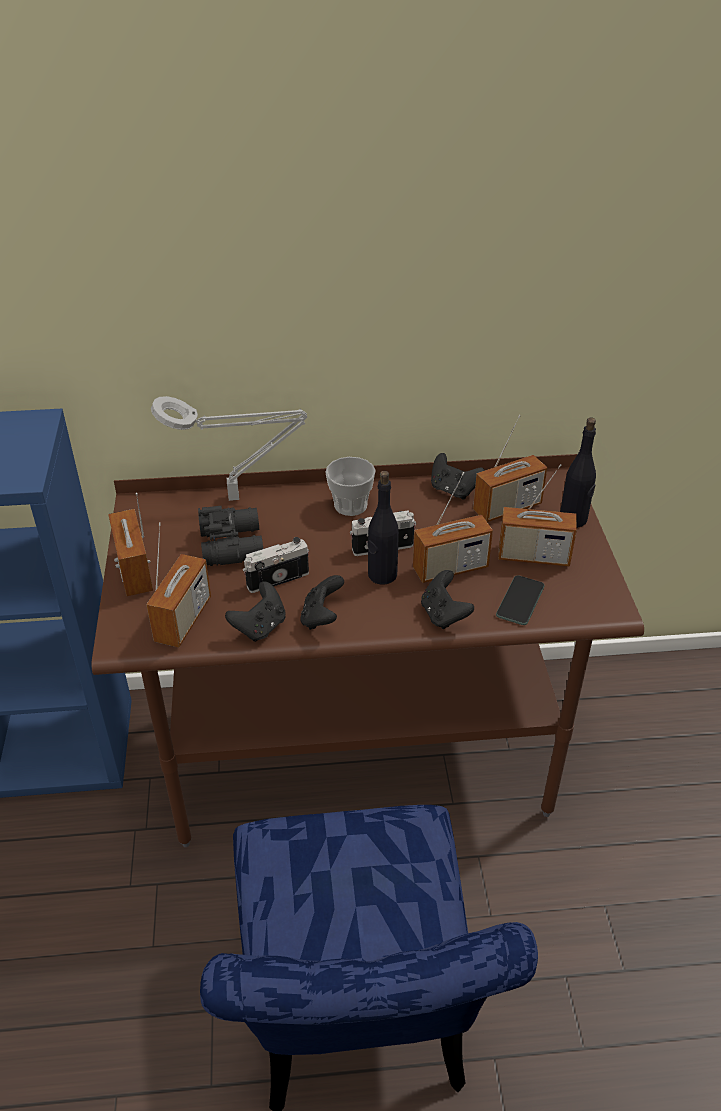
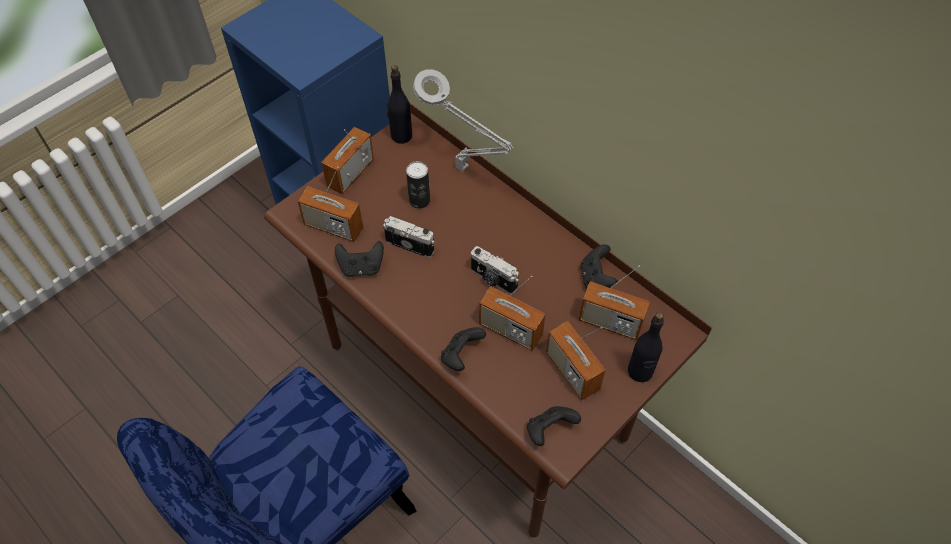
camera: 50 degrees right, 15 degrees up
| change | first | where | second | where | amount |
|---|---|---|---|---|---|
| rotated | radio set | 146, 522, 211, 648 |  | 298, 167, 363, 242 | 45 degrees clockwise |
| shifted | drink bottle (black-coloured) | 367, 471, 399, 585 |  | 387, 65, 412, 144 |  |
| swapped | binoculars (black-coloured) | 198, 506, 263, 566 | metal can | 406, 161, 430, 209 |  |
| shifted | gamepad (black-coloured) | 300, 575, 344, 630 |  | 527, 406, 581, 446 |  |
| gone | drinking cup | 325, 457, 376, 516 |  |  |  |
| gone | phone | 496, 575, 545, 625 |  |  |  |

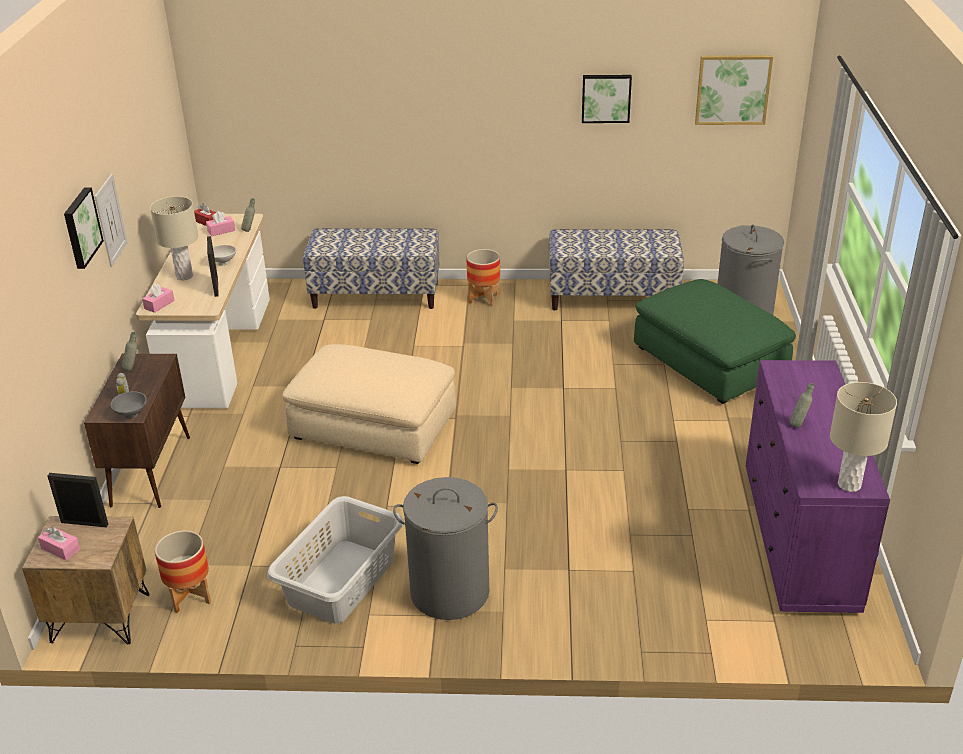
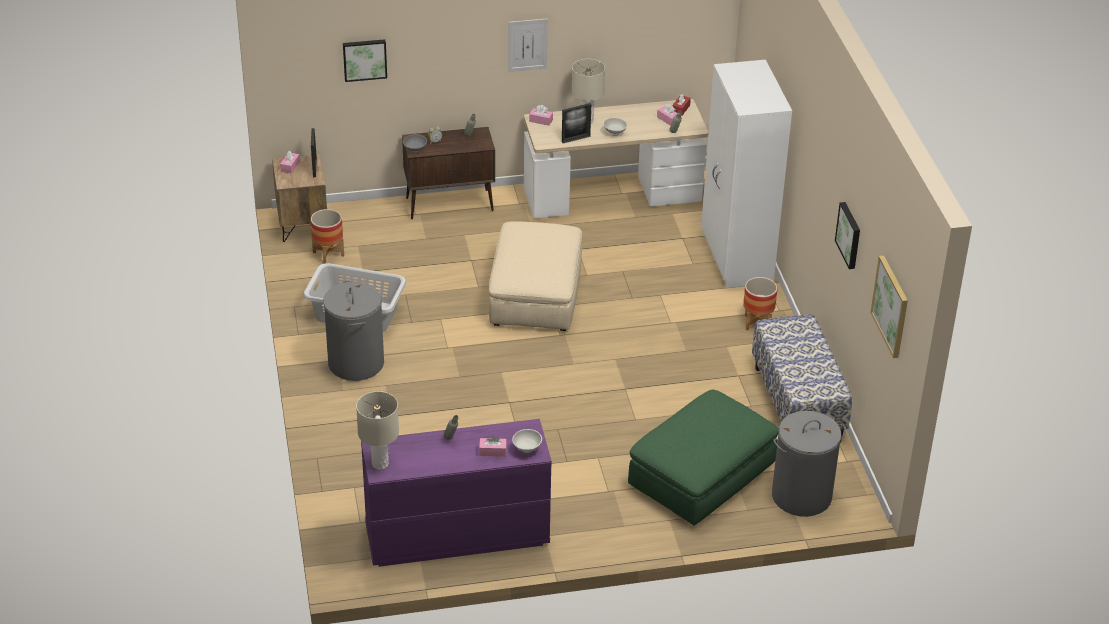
camera: 75 degrees right, 5 degrees up
| change | first | where | second | where | amount |
|---|---|---|---|---|---|
| shifted | picture | 64, 187, 104, 269 |  | 343, 39, 387, 82 |  |
| new |  |  | tissue holder (pink) | 479, 435, 507, 457 |  |
| new |  |  | deep dish (white-coloured) | 512, 429, 542, 453 |  |
| swapped | long seat | 303, 228, 440, 309 | armoire (white-coloured) | 701, 60, 792, 288 |  |

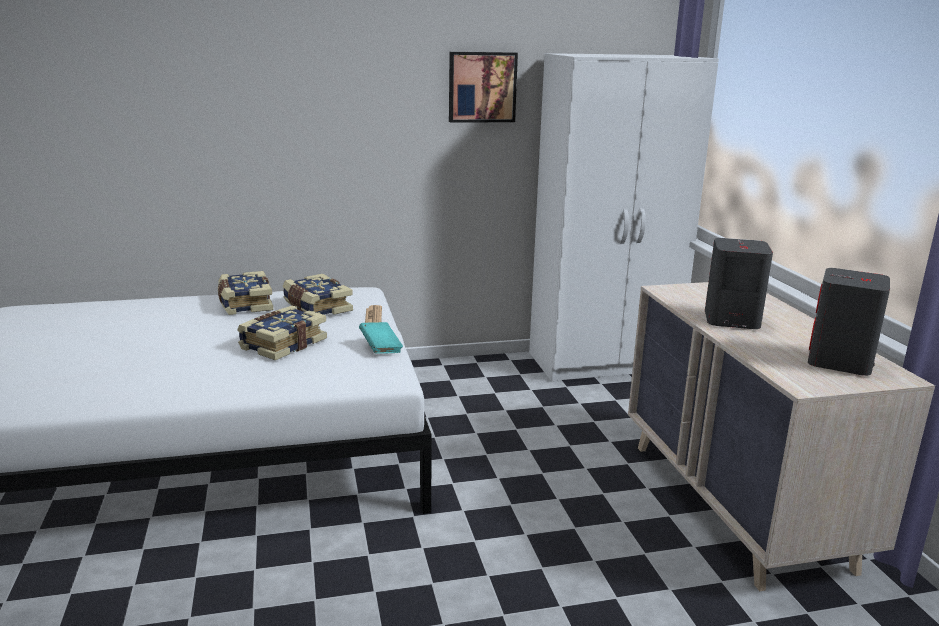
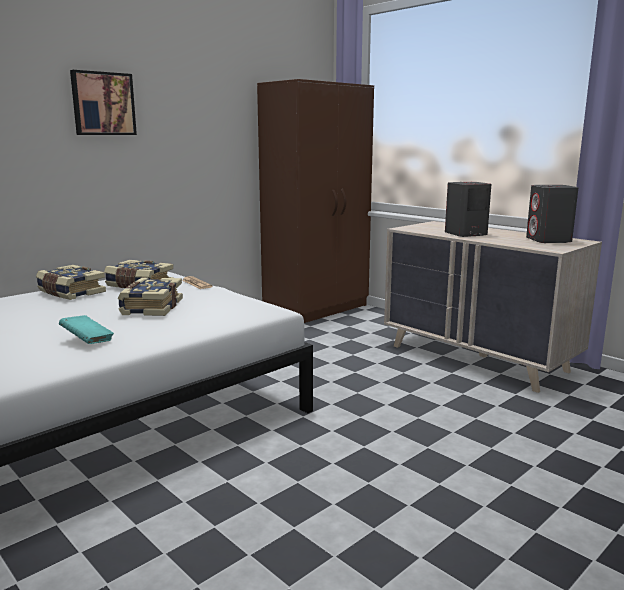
camera: 30 degrees left, 5 degrees down
| change | first | where | second | where | amount |
|---|---|---|---|---|---|
| shifted | volume (turquoise-coloured) | 359, 322, 403, 354 |  | 59, 315, 114, 344 |  |
| shifted | picture | 449, 52, 518, 123 |  | 70, 70, 137, 135 |  |
| repainted | armoire (white-coloured) | 529, 53, 719, 382 | armoire (brownish) | 257, 79, 374, 323 |  |

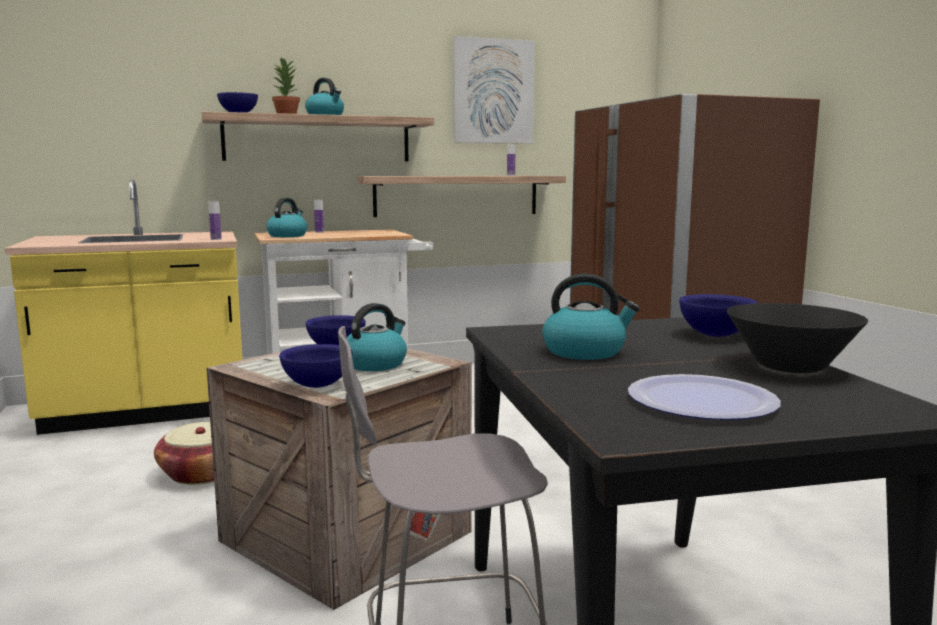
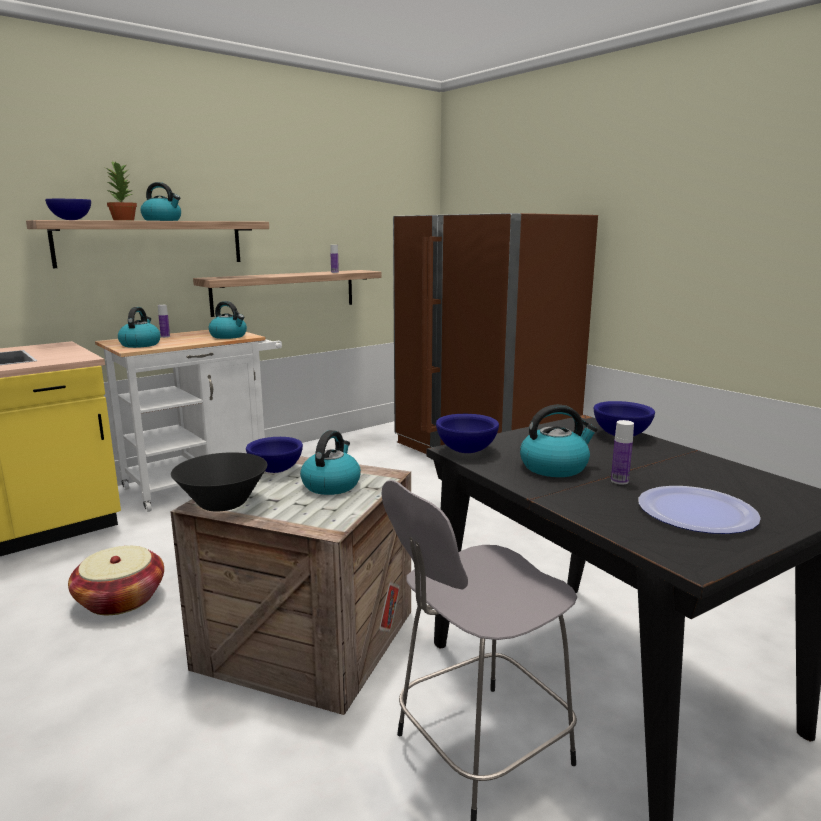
camera: 20 degrees left, 5 degrees up
| change | first | where | second | where | amount |
|---|---|---|---|---|---|
| shifted | deep dish (black-coloured) | 727, 303, 868, 373 |  | 171, 452, 267, 511 |  |
| new |  |  | tea kettle | 209, 301, 247, 339 |  |
| shifted | deep dish (blue-coloured) | 279, 344, 352, 388 |  | 436, 414, 499, 453 |  |
| shifted | drink bottle | 209, 202, 222, 240 |  | 611, 420, 634, 485 |  |
| gone | picture | 453, 36, 535, 144 |  |  |  |

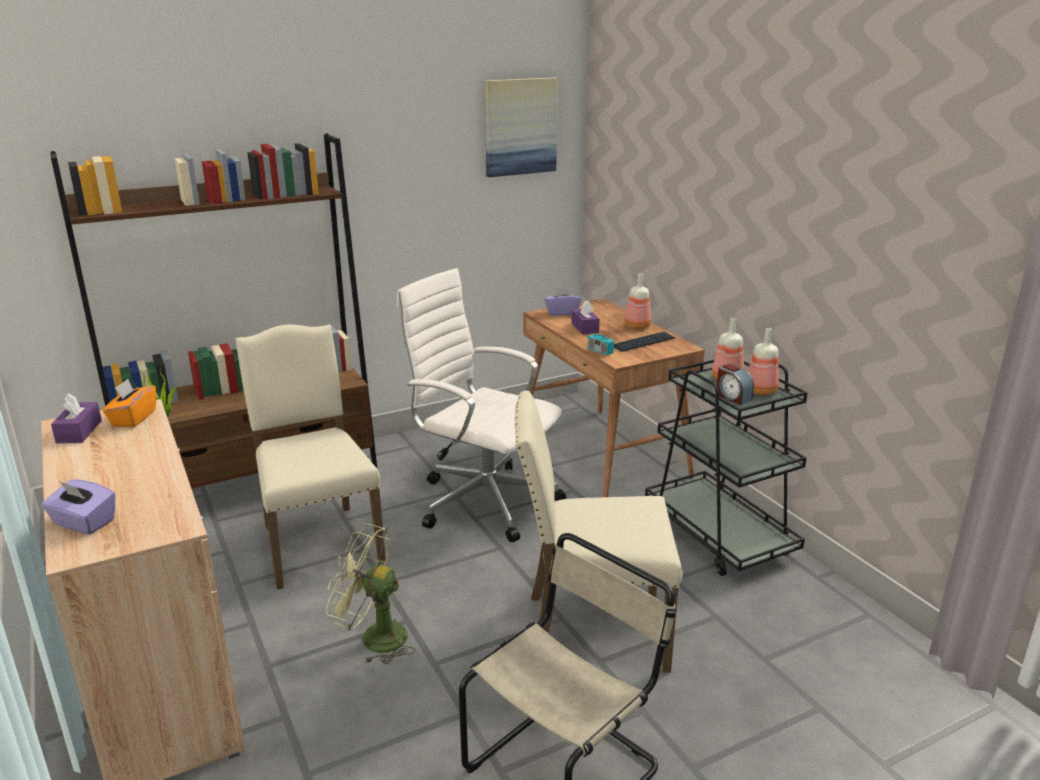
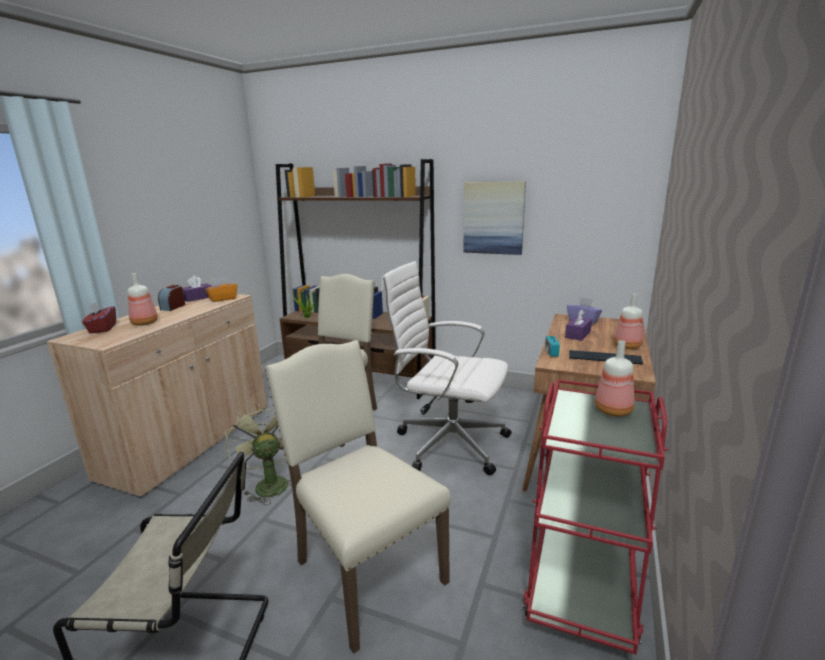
camera: 50 degrees right, 5 degrees down
| change | first | where | second | where | amount |
|---|---|---|---|---|---|
| repainted | tissue holder (purple-coloured) | 41, 479, 115, 535 | tissue holder (reddish) | 82, 302, 116, 333 |  |
| shifted | drink bottle | 748, 328, 779, 395 |  | 127, 273, 158, 326 |  |
| shifted | bedside clock | 717, 364, 754, 405 |  | 158, 285, 185, 311 |  |
| rotated | office chair (white-coloured) | 397, 268, 566, 542 |  | 381, 261, 512, 475 | 60 degrees counterclockwise |
| shifted | picture | 485, 78, 558, 177 |  | 464, 181, 526, 255 |  |
| repainted | cart (black-coloured) | 645, 360, 808, 576 | cart (reddish) | 523, 379, 668, 654 |  |

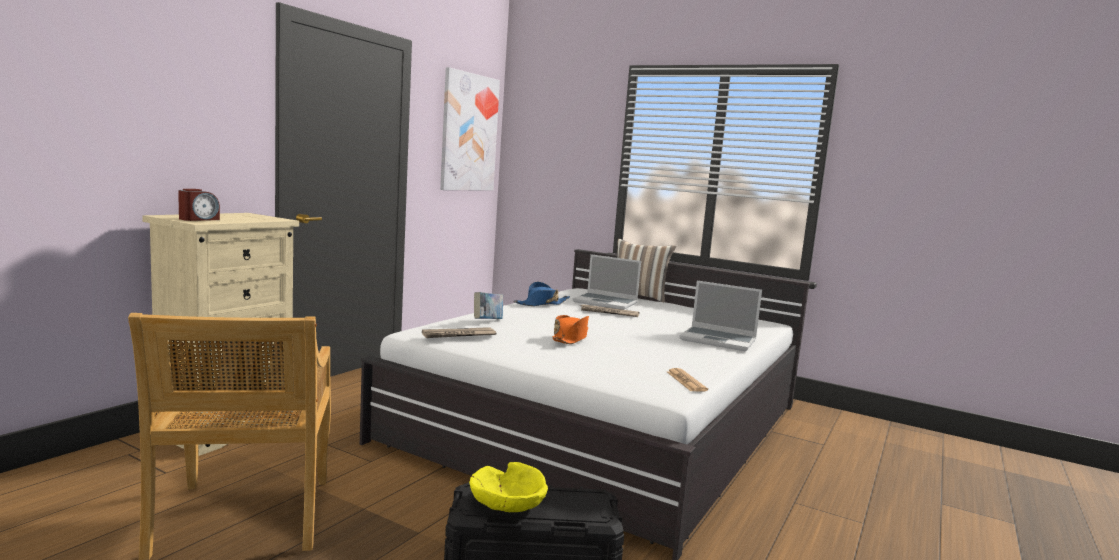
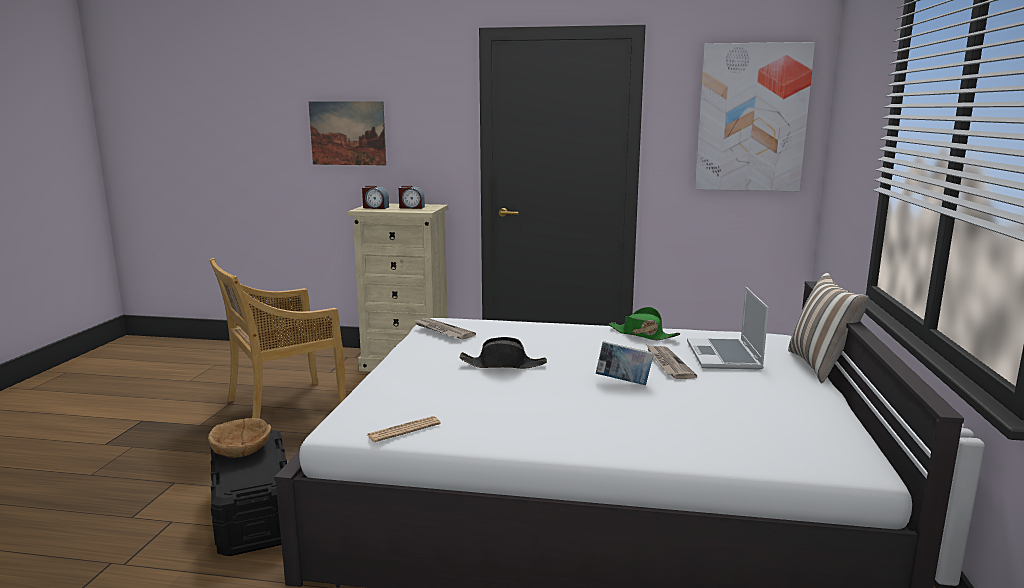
camera: 70 degrees right, 5 degrees up
| change | first | where | second | where | amount |
|---|---|---|---|---|---|
| repainted | deep dish (yellowish) | 469, 462, 548, 512 | deep dish (brownish) | 208, 418, 271, 458 |  |
| new |  |  | picture | 309, 101, 386, 165 |  |
| new |  |  | bedside clock | 399, 186, 425, 209 |  |
| repainted | hat (orangey) | 553, 315, 589, 344 | hat (black-coloured) | 460, 337, 547, 369 |  |
| shifted | volume | 474, 292, 503, 319 |  | 596, 341, 654, 385 |  |
| repainted | hat (blue-coloured) | 514, 282, 570, 306 | hat (green) | 608, 307, 680, 340 |  |
| gone | laptop | 679, 281, 762, 351 |  |  |  |

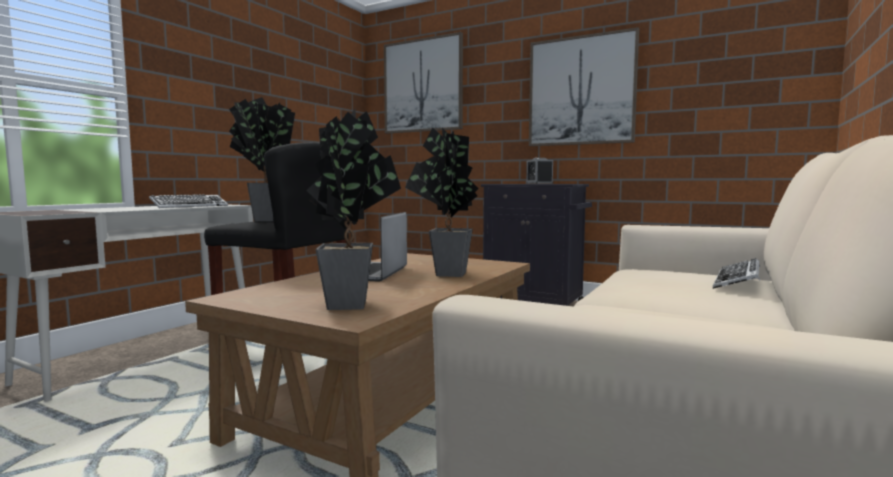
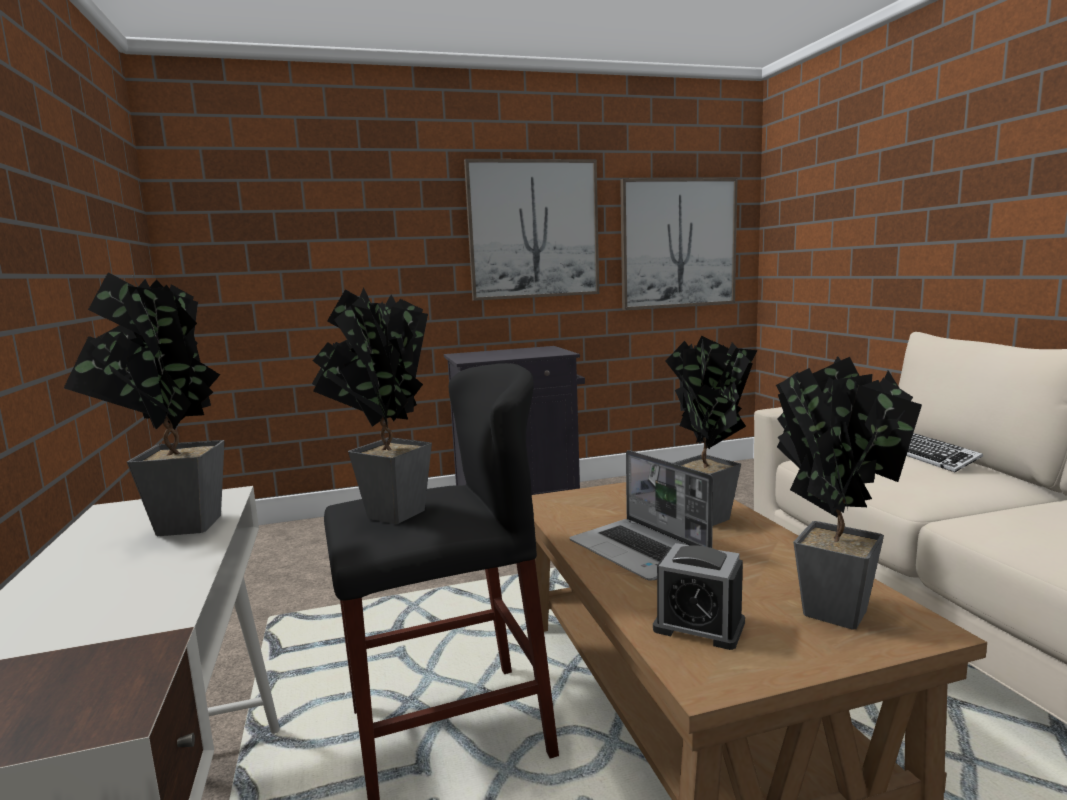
camera: 45 degrees left, 5 degrees up
| change | first | where | second | where | amount |
|---|---|---|---|---|---|
| swapped | computer keyboard | 149, 194, 228, 208 | houseplant | 64, 272, 225, 536 |  |
| shifted | picture | 384, 32, 463, 134 |  | 620, 178, 737, 310 |  |
| shifted | bedside clock | 526, 158, 553, 184 |  | 653, 543, 745, 650 |  |

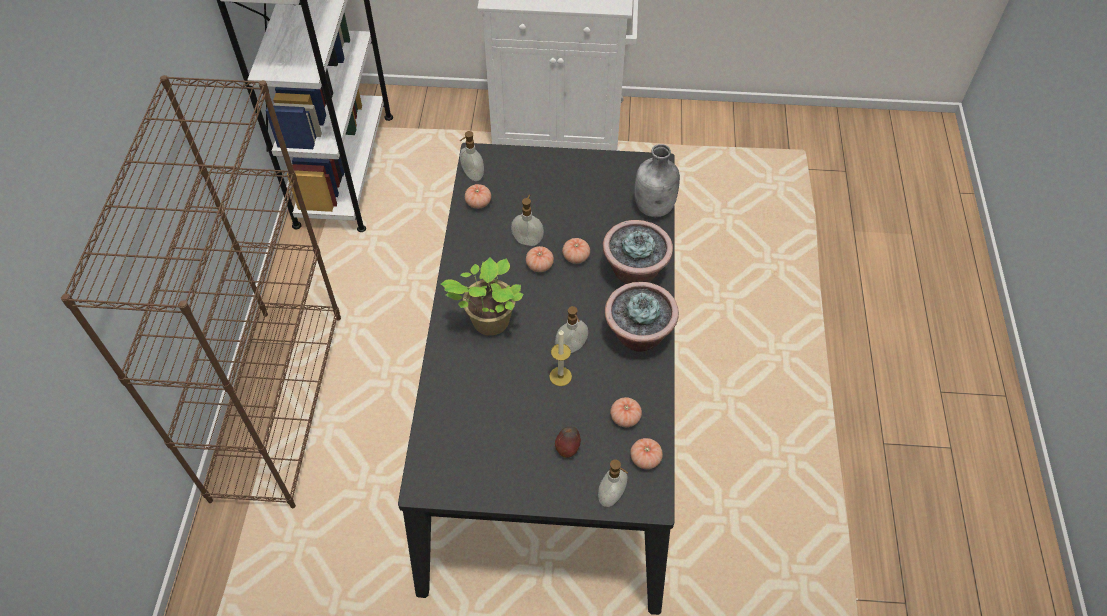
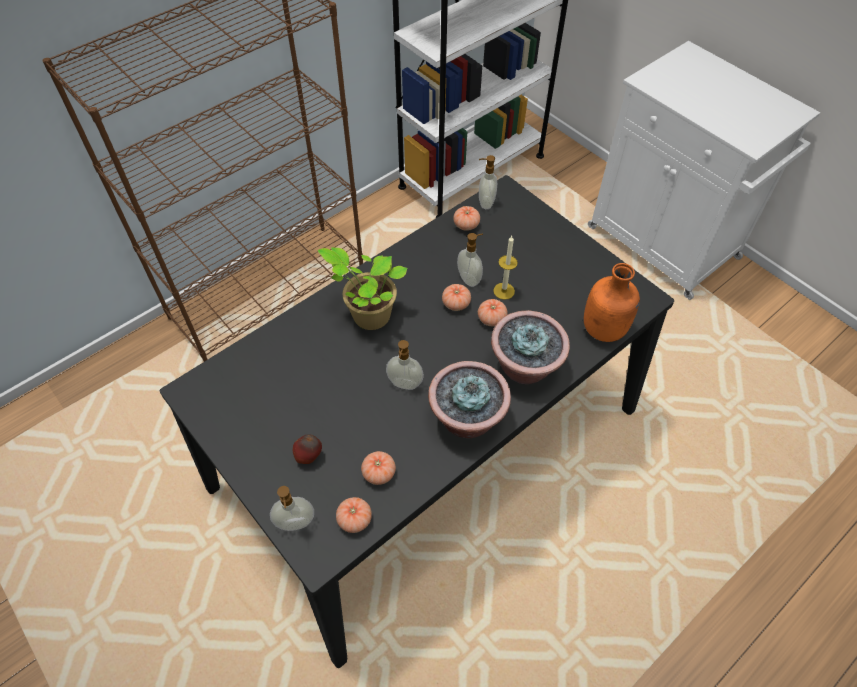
camera: 45 degrees right, 0 degrees up
| change | first | where | second | where | amount |
|---|---|---|---|---|---|
| shifted | wax candle | 549, 330, 572, 386 |  | 493, 236, 518, 300 |  |
| repainted | drink bottle (gray) | 634, 144, 680, 217 | drink bottle (orangey) | 584, 263, 640, 342 |  |

